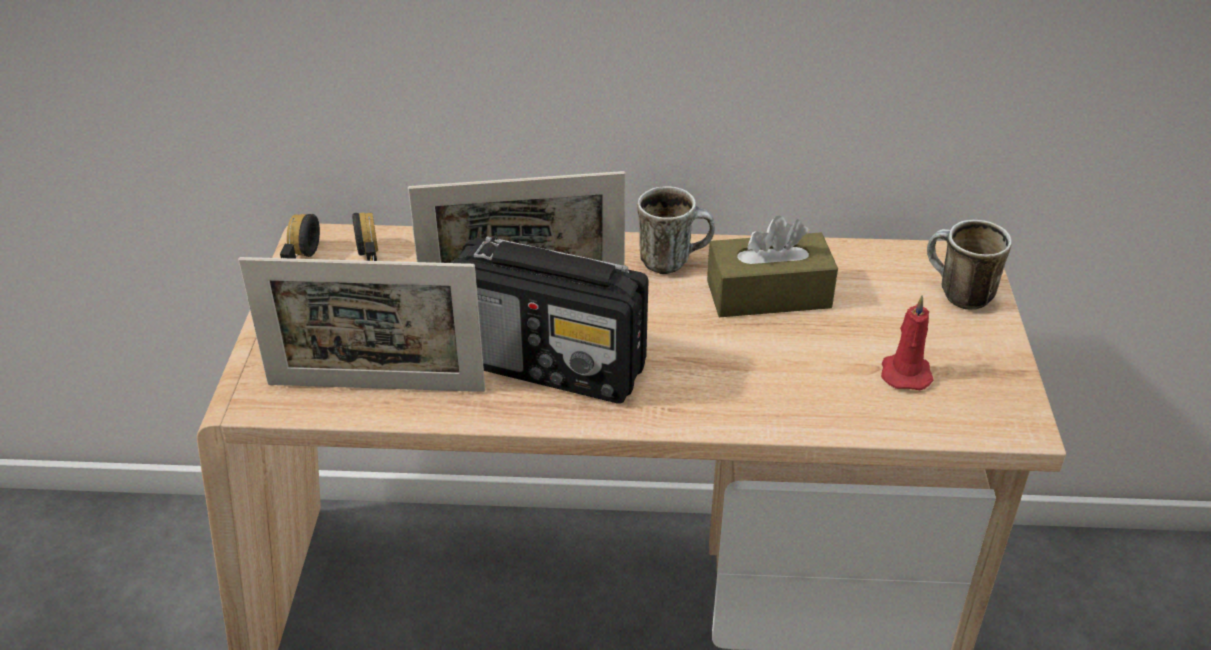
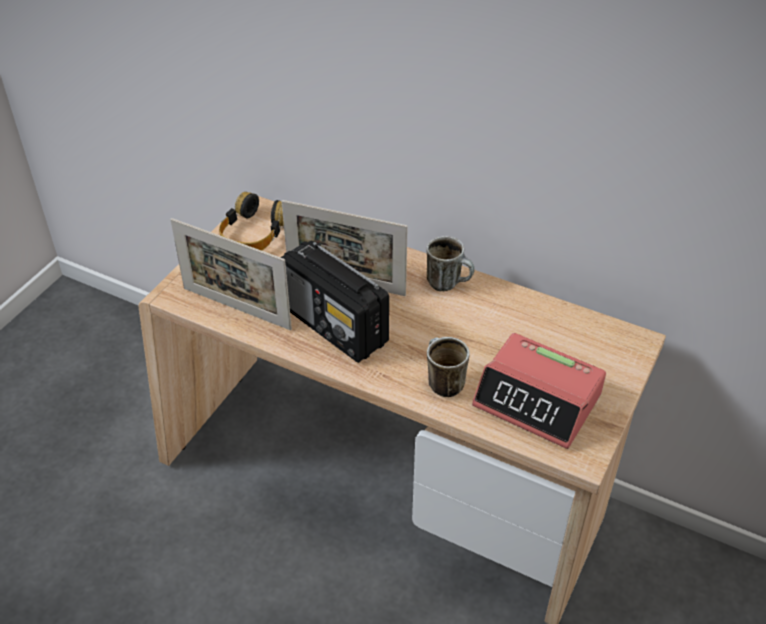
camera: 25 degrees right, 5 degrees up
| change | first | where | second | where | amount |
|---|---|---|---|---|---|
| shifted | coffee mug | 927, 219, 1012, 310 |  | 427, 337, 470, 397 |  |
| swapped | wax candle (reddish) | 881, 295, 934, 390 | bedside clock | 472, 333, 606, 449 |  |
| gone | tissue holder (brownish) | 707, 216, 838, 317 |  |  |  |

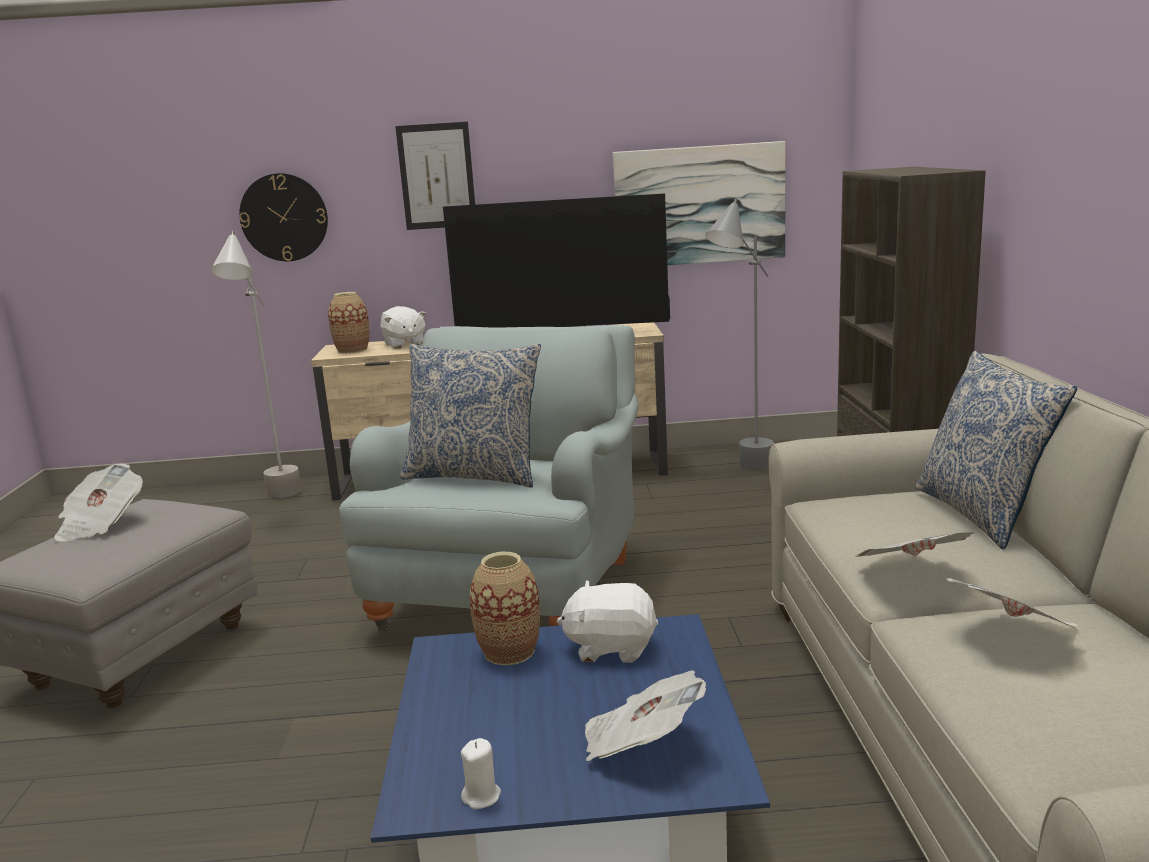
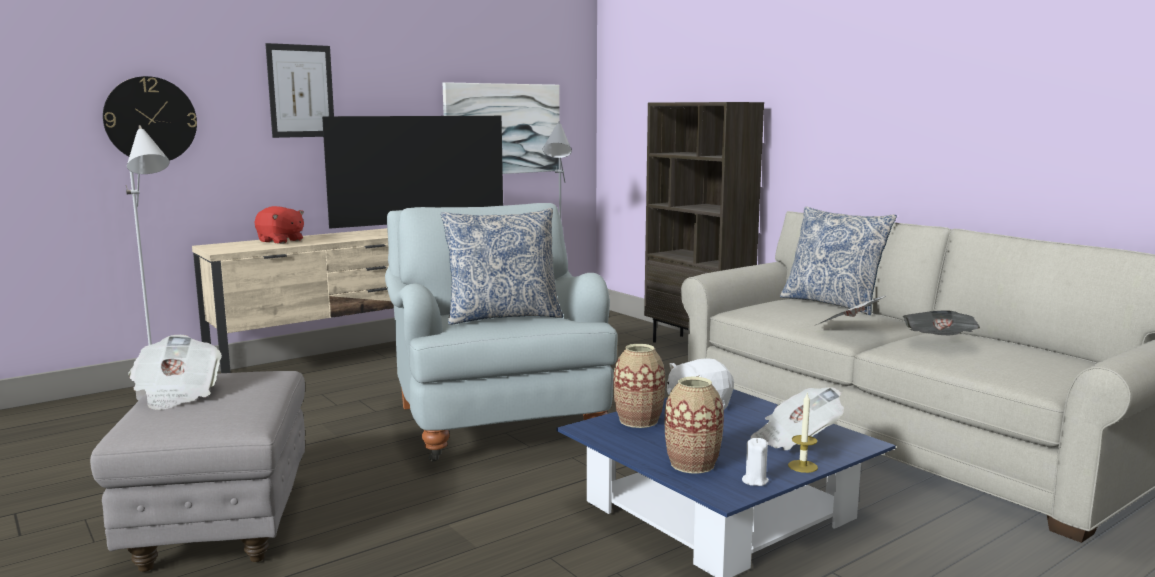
camera: 35 degrees left, 5 degrees down
| change | first | where | second | where | amount |
|---|---|---|---|---|---|
| repainted | plush toy (white-coloured) | 380, 306, 426, 349 | plush toy (reddish) | 255, 206, 304, 244 |  |
| shifted | vase | 328, 292, 369, 354 |  | 664, 377, 724, 474 |  |
| new |  |  | wax candle | 788, 392, 818, 473 |  |

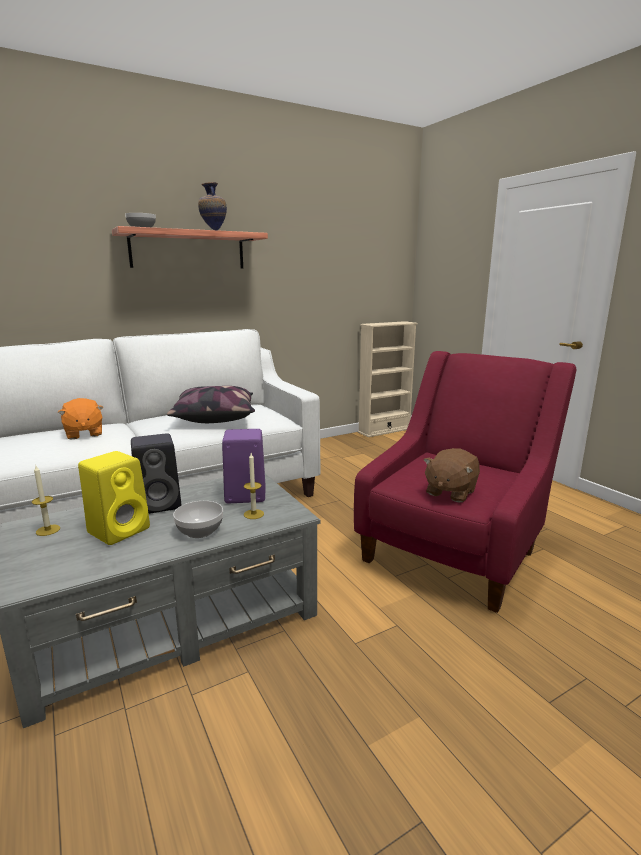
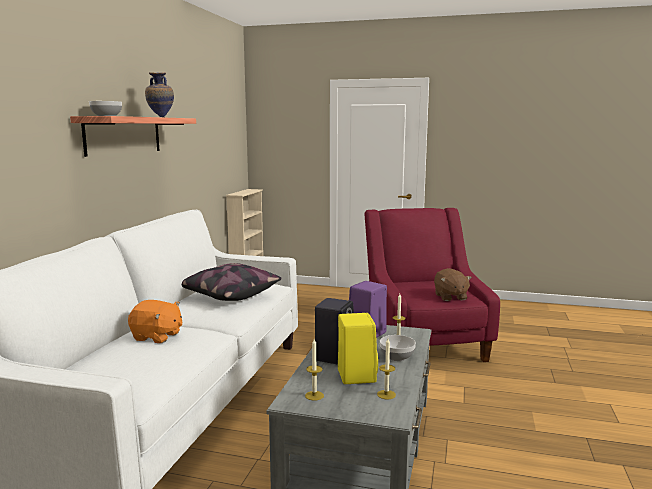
camera: 45 degrees left, 5 degrees down
| change | first | where | second | where | amount |
|---|---|---|---|---|---|
| new |  |  | wax candle | 377, 339, 396, 400 |  |

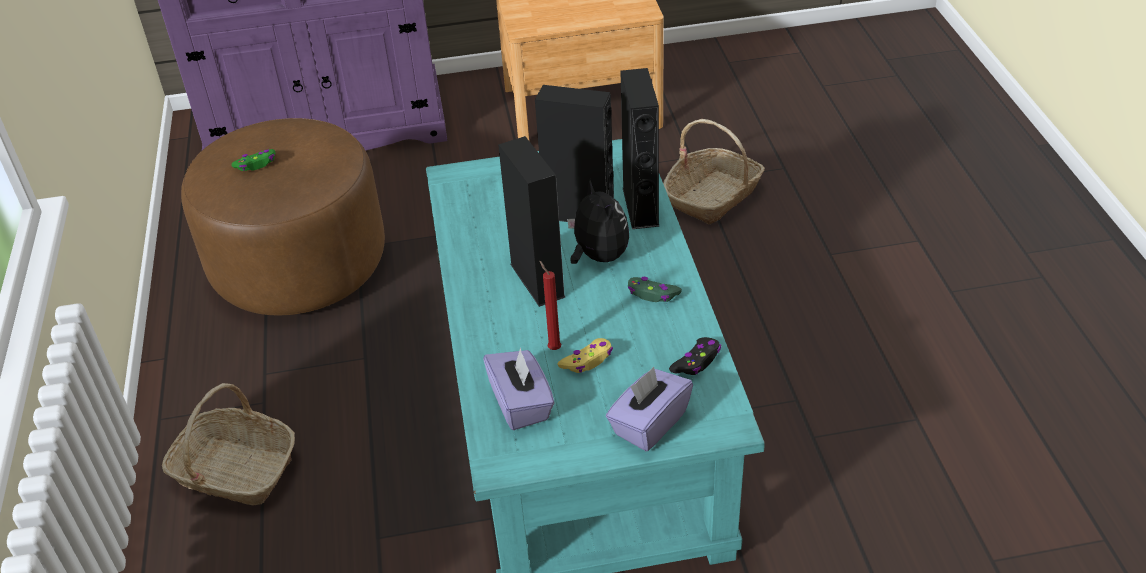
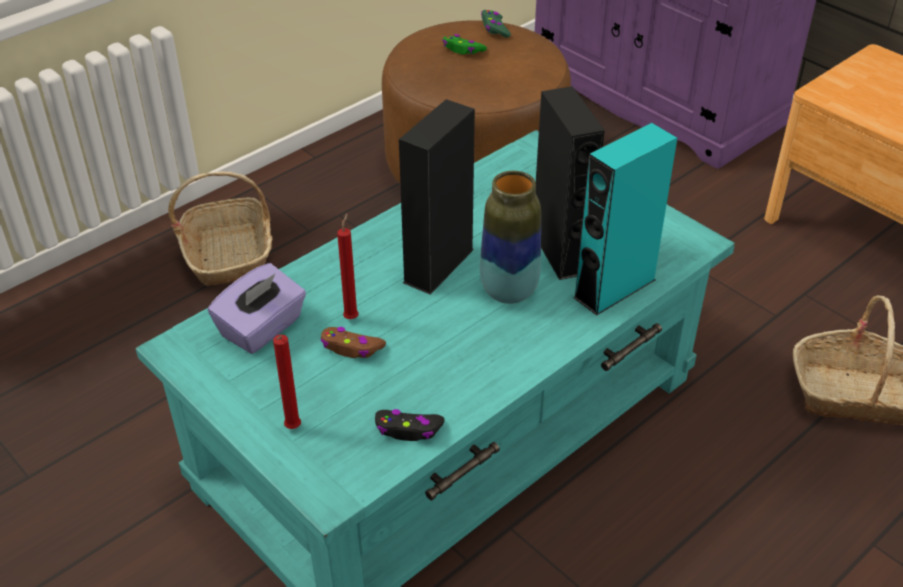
camera: 55 degrees right, 0 degrees up
| change | first | where | second | where | amount |
|---|---|---|---|---|---|
| swapped | tissue holder (purple-coloured) | 606, 367, 693, 451 | wax candle (reddish) | 273, 335, 301, 429 |  |
| repainted | gamepad (yellowish) | 557, 338, 613, 373 | gamepad (brownish) | 320, 327, 386, 358 |  |
| swapped | plush toy | 567, 180, 629, 264 | vase | 480, 171, 541, 304 |  |
| shifted | gamepad (green) | 628, 277, 682, 302 |  | 481, 10, 511, 38 |  |
| repainted | loudspeaker (black-coloured) | 620, 68, 660, 229 | loudspeaker (turquoise-coloured) | 573, 123, 677, 316 |  |

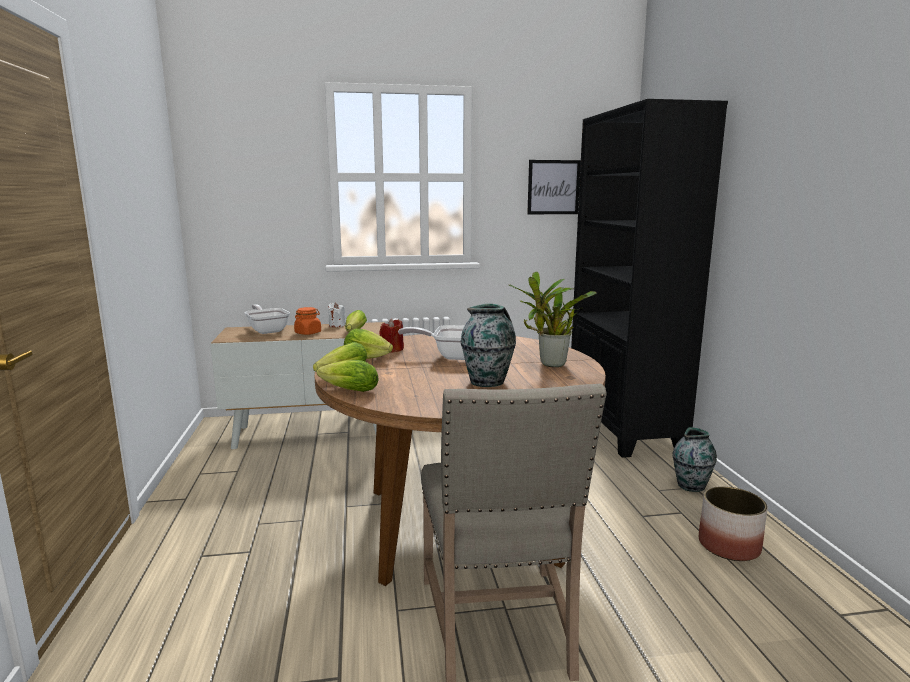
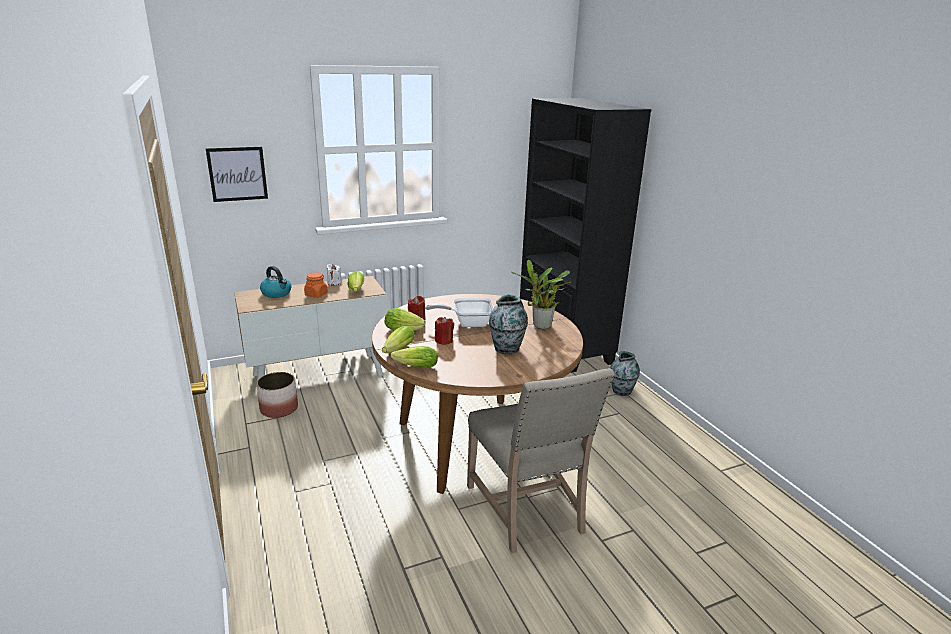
camera: 15 degrees left, 10 degrees up
| change | first | where | second | where | amount |
|---|---|---|---|---|---|
| shifted | picture | 527, 160, 581, 214 |  | 206, 147, 268, 202 |  |
| shifted | plant pot | 699, 486, 768, 561 |  | 256, 372, 298, 418 |  |
| swapped | skillet | 244, 304, 290, 334 | tea kettle | 260, 266, 291, 298 |  |
| new |  |  | wax candle (reddish) | 435, 317, 454, 345 |  |

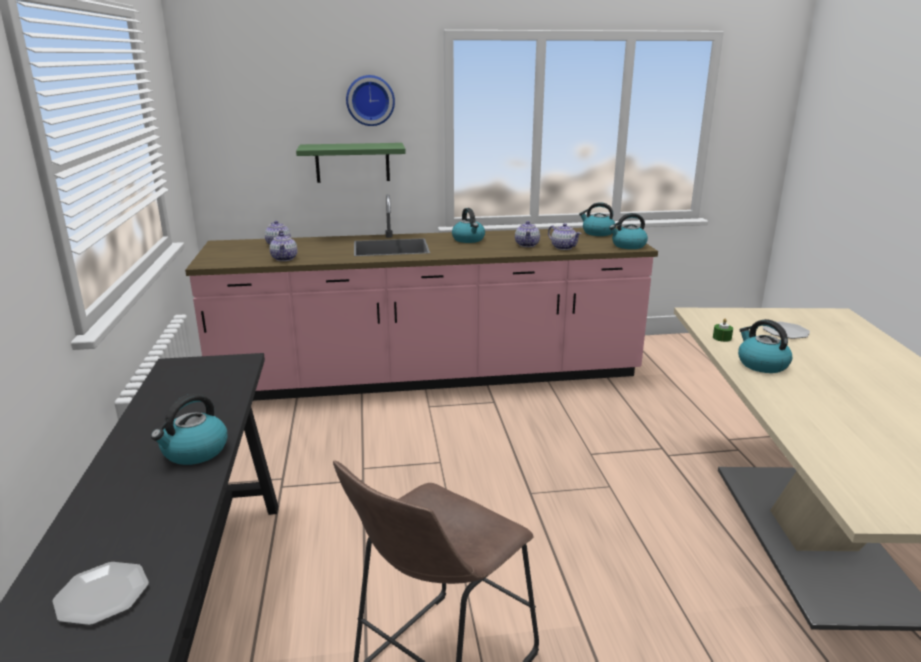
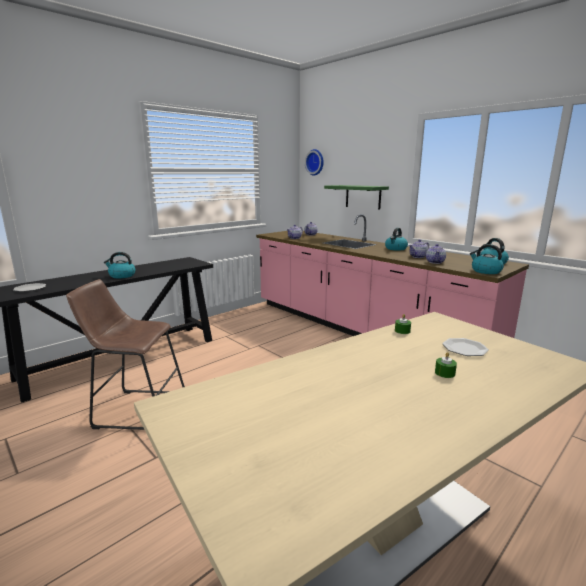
camera: 55 degrees right, 5 degrees down
| change | first | where | second | where | amount |
|---|---|---|---|---|---|
| shifted | wall clock | 346, 75, 395, 126 |  | 305, 149, 324, 176 |  |
| new |  |  | wax candle (green) | 435, 352, 457, 378 |  |
| gone | tea kettle | 738, 319, 792, 373 |  |  |  |

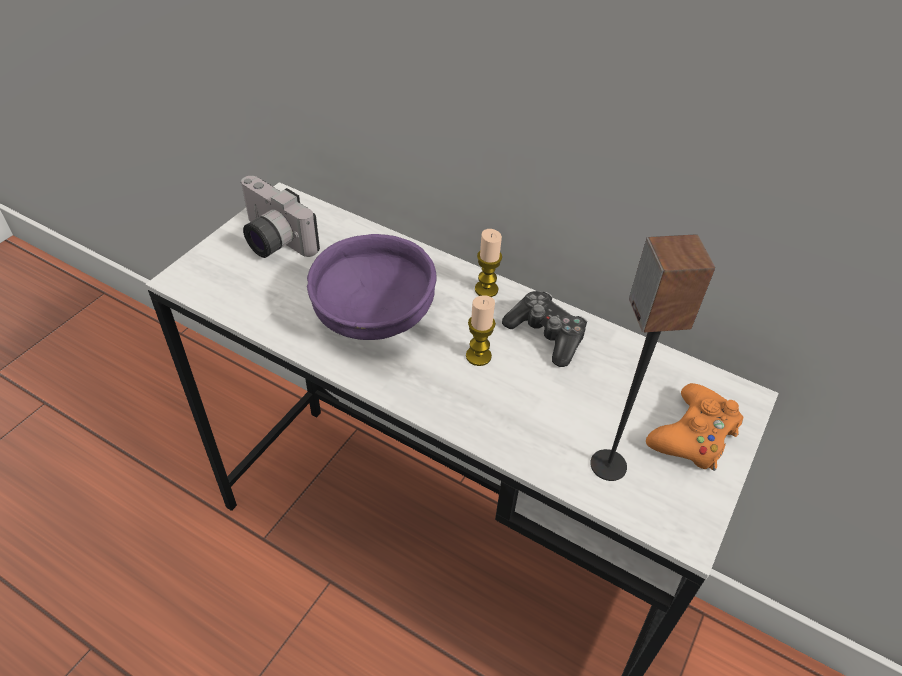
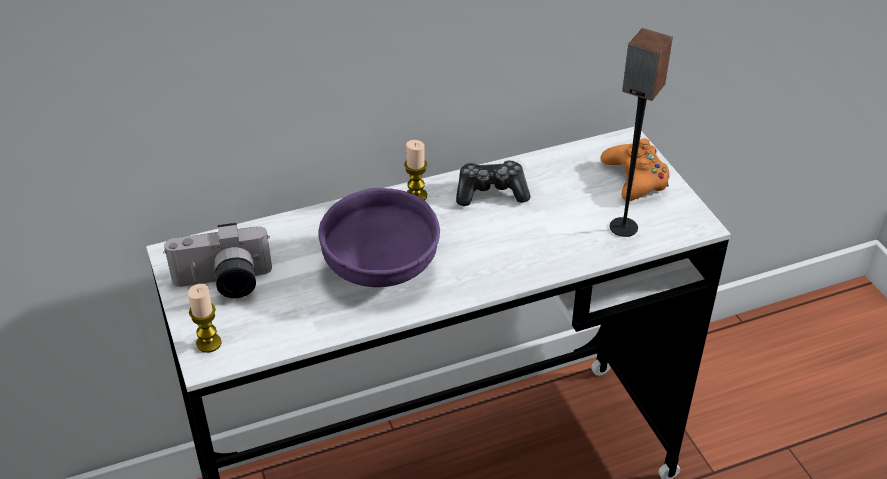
camera: 50 degrees left, 5 degrees down
| change | first | where | second | where | amount |
|---|---|---|---|---|---|
| shifted | wax candle | 466, 295, 496, 366 |  | 188, 284, 222, 353 |  |

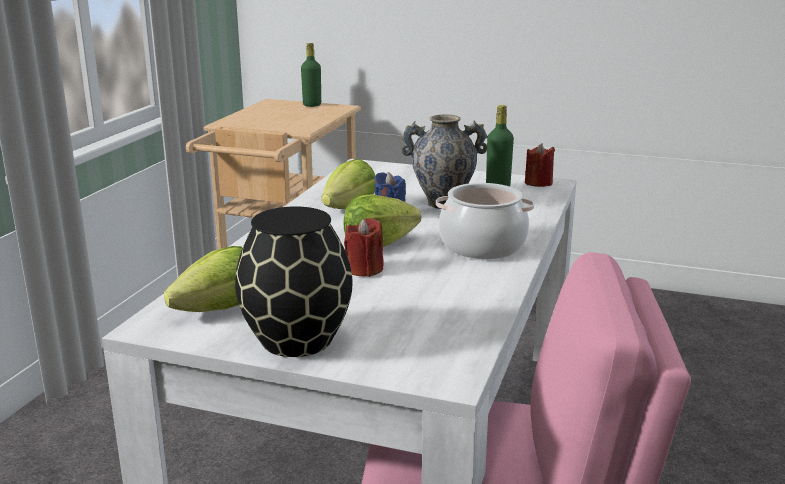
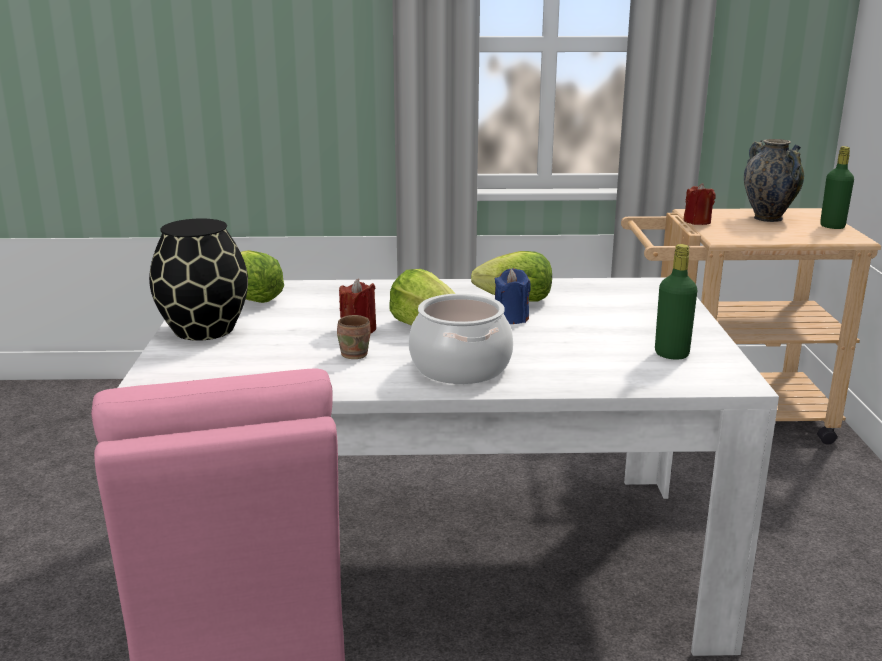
camera: 70 degrees right, 0 degrees up
| change | first | where | second | where | amount |
|---|---|---|---|---|---|
| new |  |  | coffee mug (brownish) | 337, 315, 371, 359 |  |
| shifted | wax candle (reddish) | 525, 143, 555, 187 |  | 684, 183, 716, 225 |  |
| shifted | vase | 401, 114, 488, 209 |  | 744, 139, 804, 222 |  |

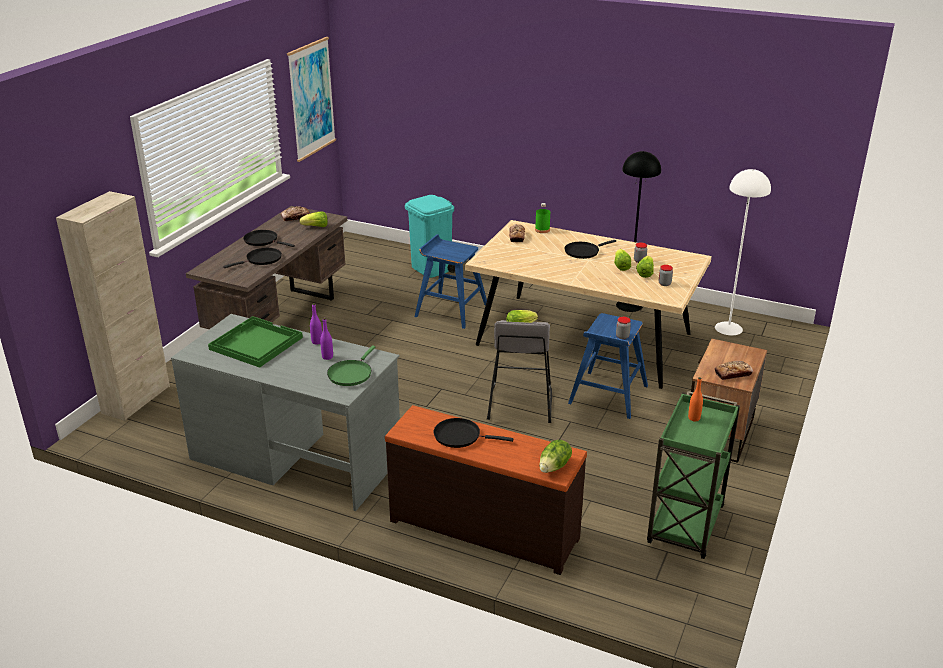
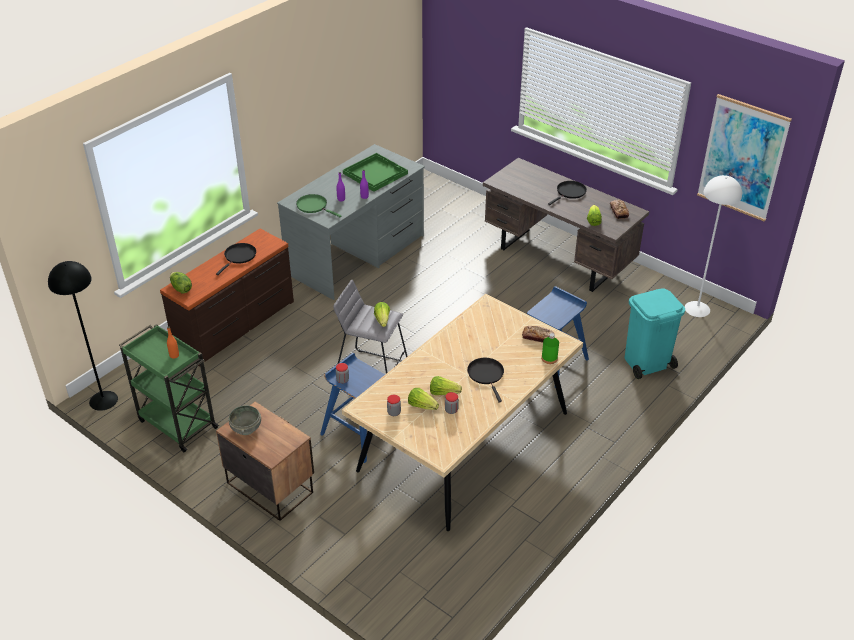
camera: 105 degrees right, 10 degrees up
| change | first | where | second | where | amount |
|---|---|---|---|---|---|
| shifted | standard lamp (black-coloured) | 616, 151, 661, 312 |  | 48, 261, 118, 411 |  |
| swapped | bread | 715, 361, 753, 380 | deep dish (gray) | 229, 405, 261, 435 |  |
| shifted | standard lamp (white-coloured) | 715, 169, 771, 335 |  | 685, 175, 742, 317 |  |
| gone | cabinet (sand-coloured) | 56, 191, 170, 421 |  |  |  |
| gone | skillet (black-coloured) | 223, 248, 282, 268 |  |  |  |

